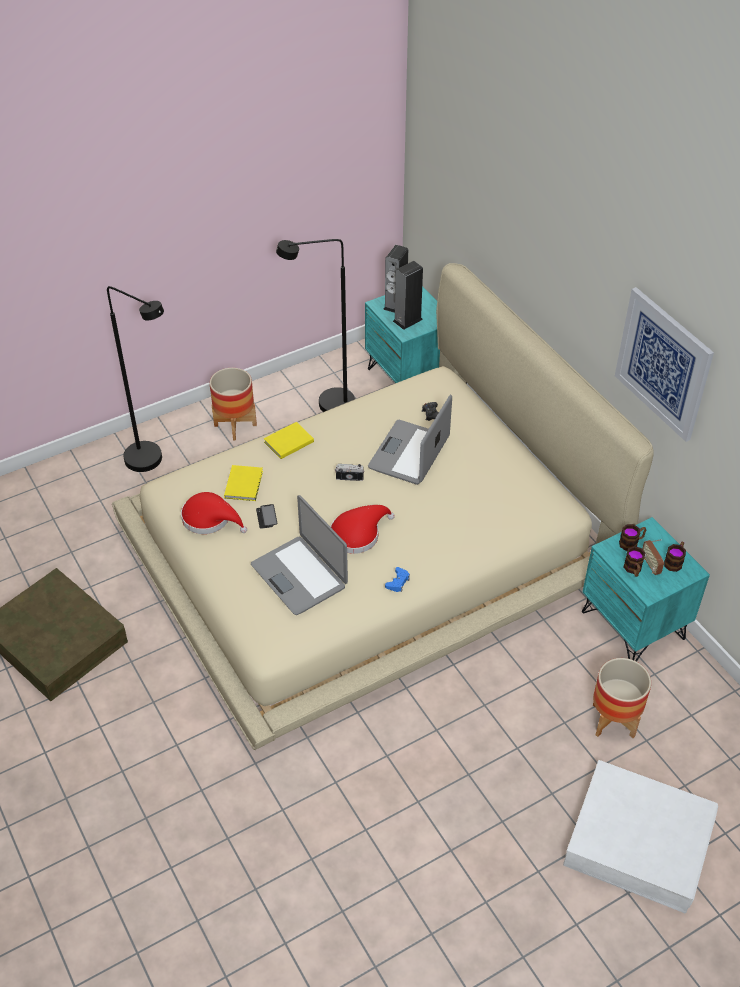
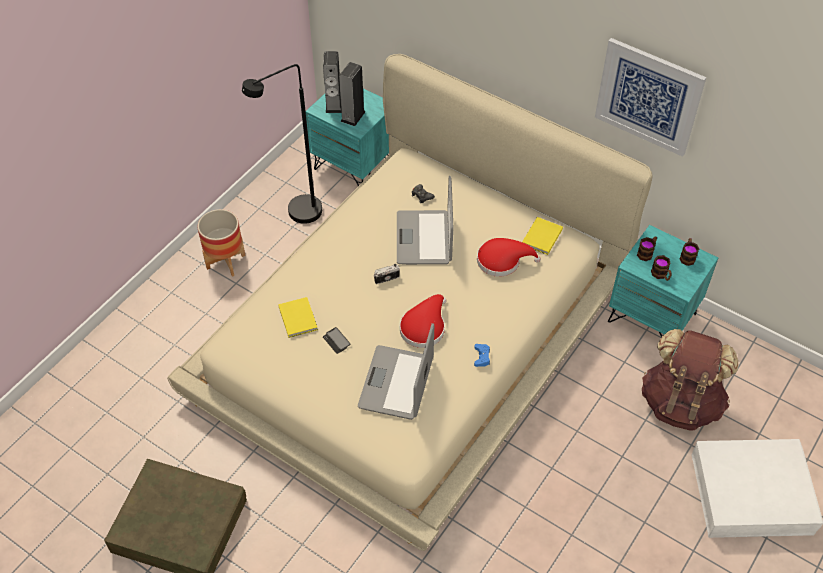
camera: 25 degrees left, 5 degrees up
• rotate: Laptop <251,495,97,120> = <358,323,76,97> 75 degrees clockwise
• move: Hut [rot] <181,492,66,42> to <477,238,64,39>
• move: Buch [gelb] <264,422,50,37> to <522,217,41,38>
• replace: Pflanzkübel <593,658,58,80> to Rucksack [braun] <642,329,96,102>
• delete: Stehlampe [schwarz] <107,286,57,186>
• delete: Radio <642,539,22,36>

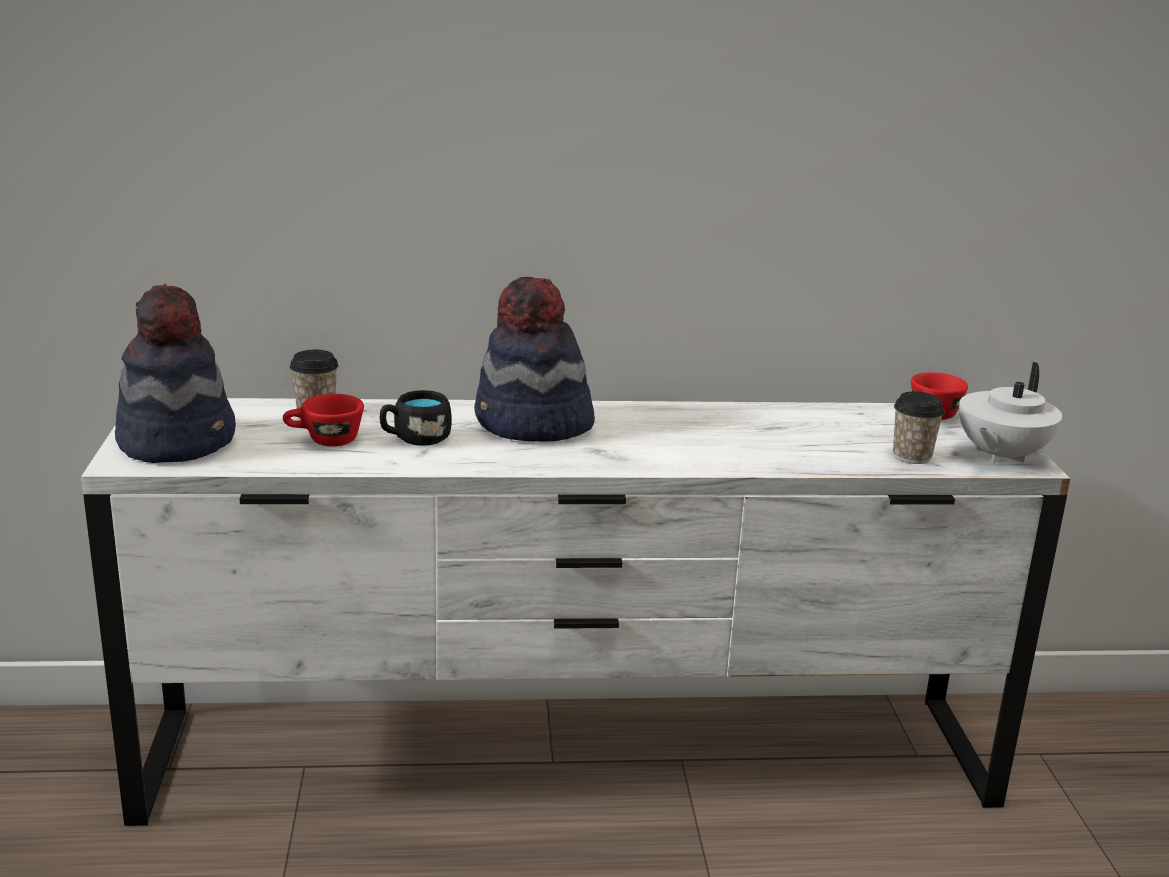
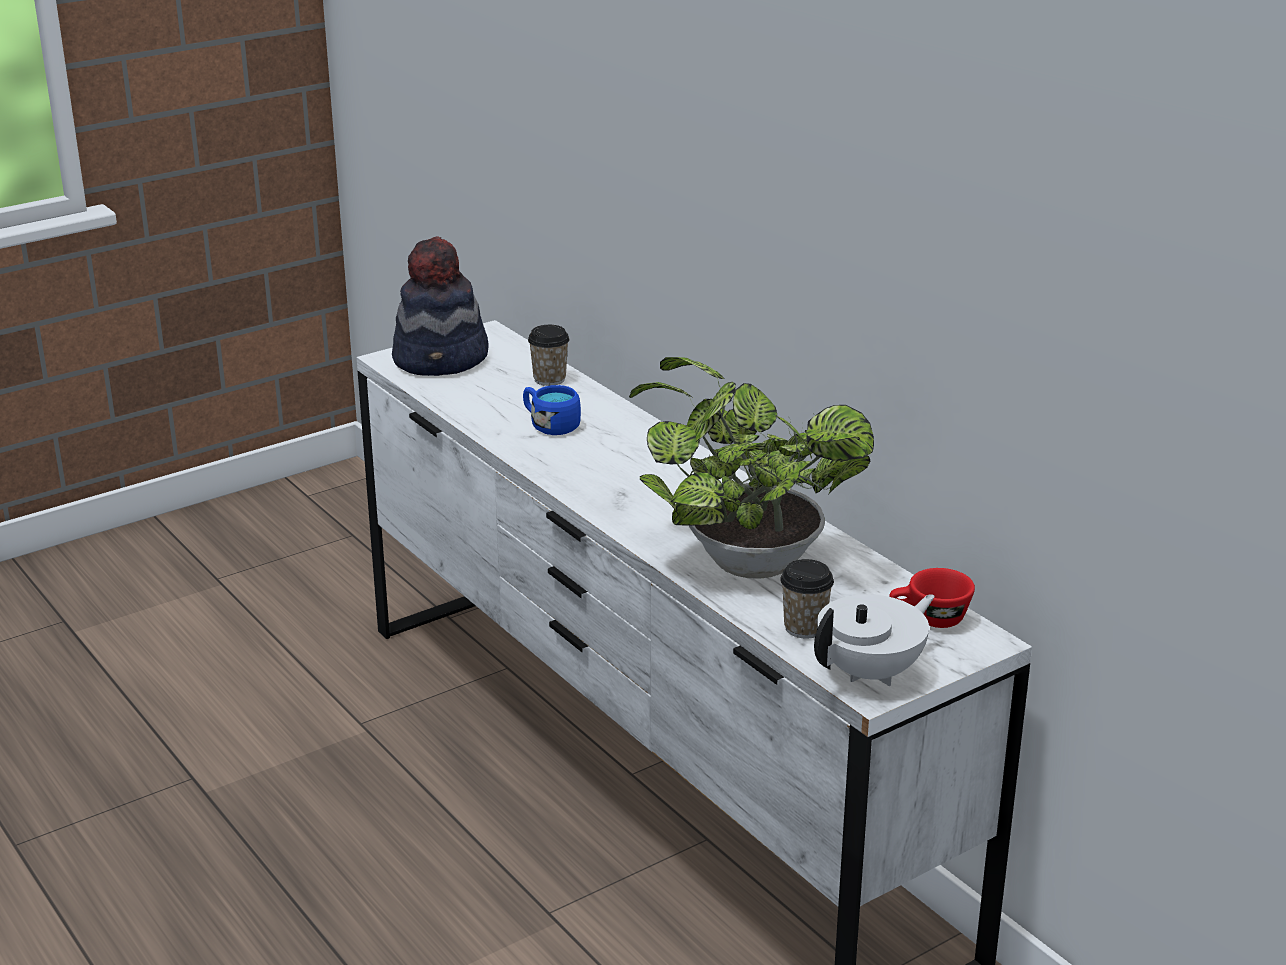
camera: 60 degrees right, 5 degrees up
• recolor: Henkelbecher [schwarz] <380,390,72,56> to Henkelbecher [blau] <523,385,58,50>
• insert: Topfpflanze <629,357,245,222>
• rotate: Teekanne [weiß] <959,362,103,102> = <814,594,121,92> 135 degrees clockwise
• delete: Tasse [rot] <283,394,81,52>
• delete: Hut <474,277,121,165>

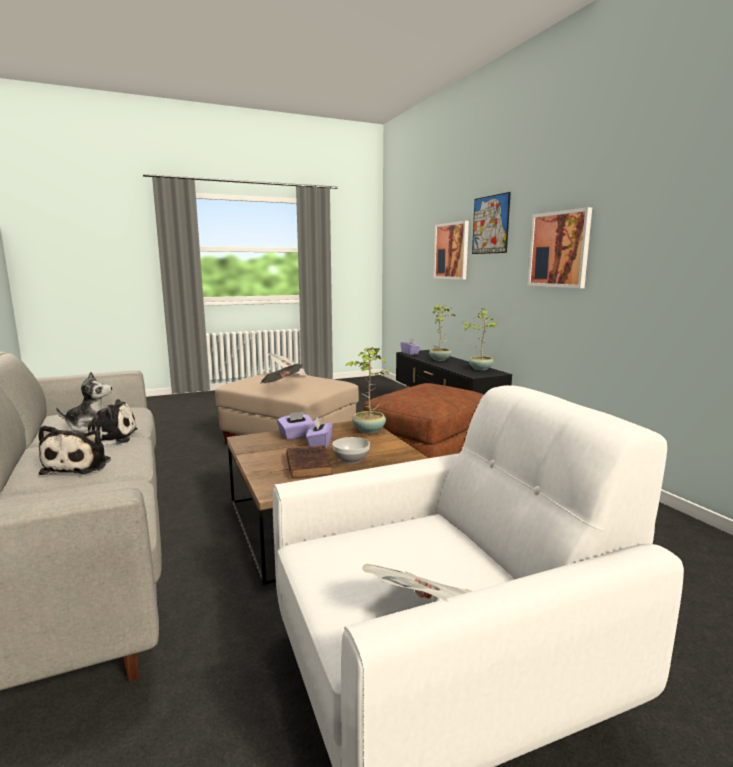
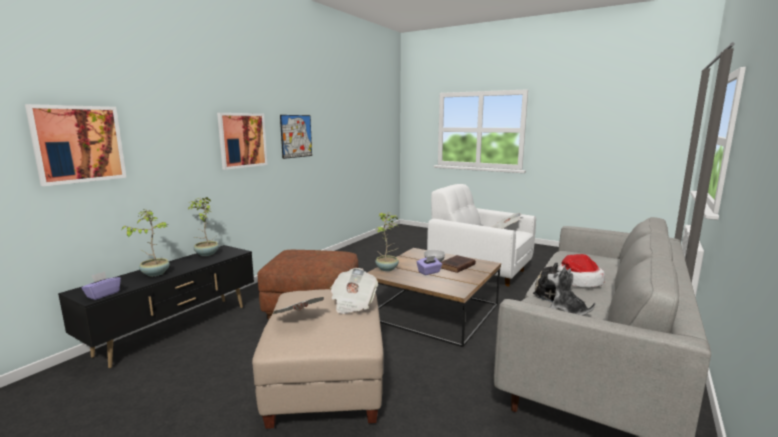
camera: 125 degrees left, 0 degrees up
• move: Bild <472,192,39,62> to <280,115,32,44>
• replace: Plüschtier <38,425,73,50> to Hut <558,254,47,34>
• delete: Taschentuchbox [lila] <277,411,38,29>

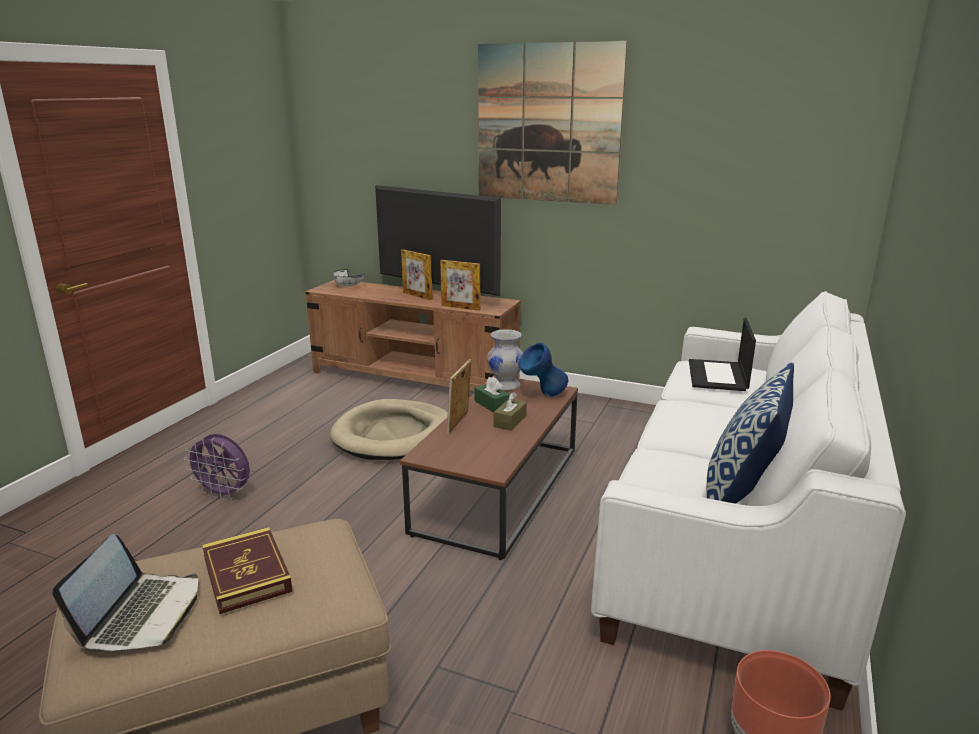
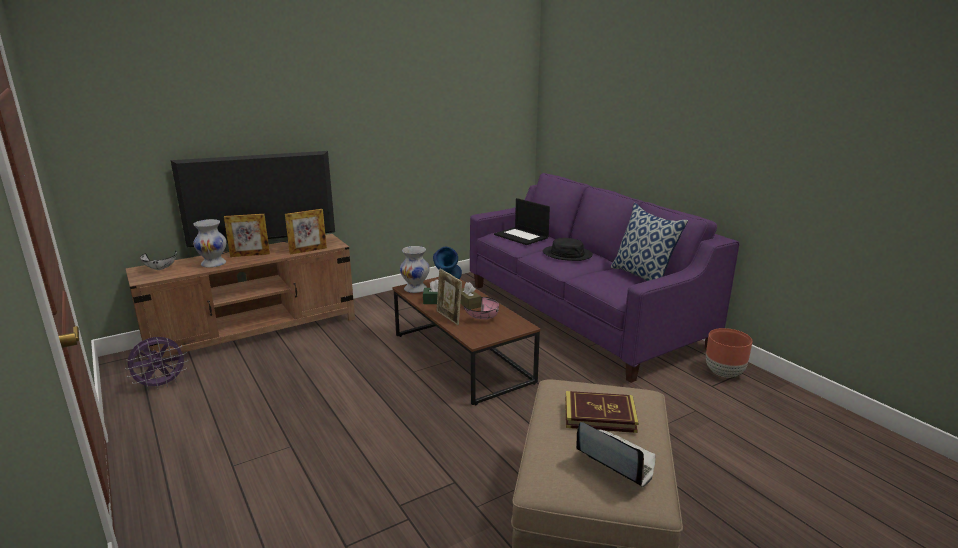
camera: 55 degrees left, 0 degrees up
• move: Ventilator [lila] <184,434,66,66> to <125,337,63,53>
• insert: Vase [weiß] <193,219,34,49>
• insert: Schüssel [rosa] <464,297,35,22>
• recolor: Sofa [weiß] <591,291,315,419> to Sofa [lila] <470,173,270,210>
• insert: Hut [schwarz] <543,238,50,23>
• delete: Hundebett [beige] <330,399,118,61>
• delete: Bild <478,41,149,164>

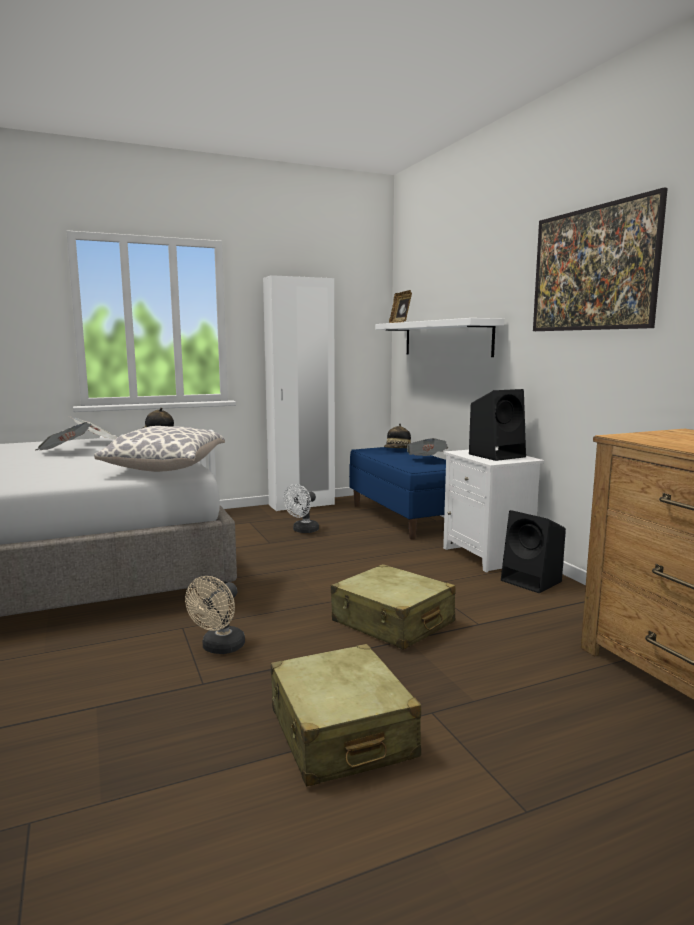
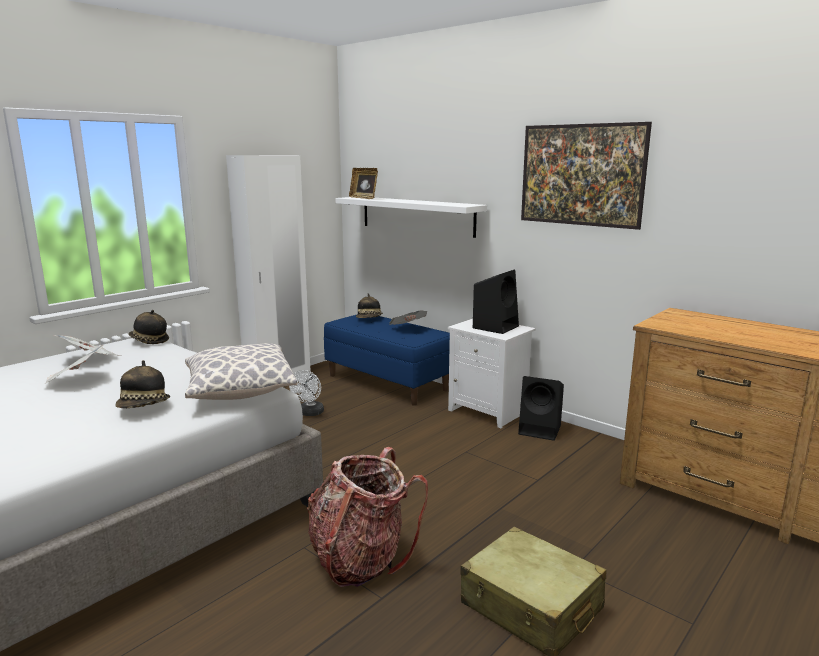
camera: 25 degrees left, 5 degrees up
• insert: Hut <115,360,55,48>
• replace: Ventilator [beige] <185,576,60,78> to Rucksack <307,447,121,140>
• delete: Koffer [beige] <331,564,124,86>

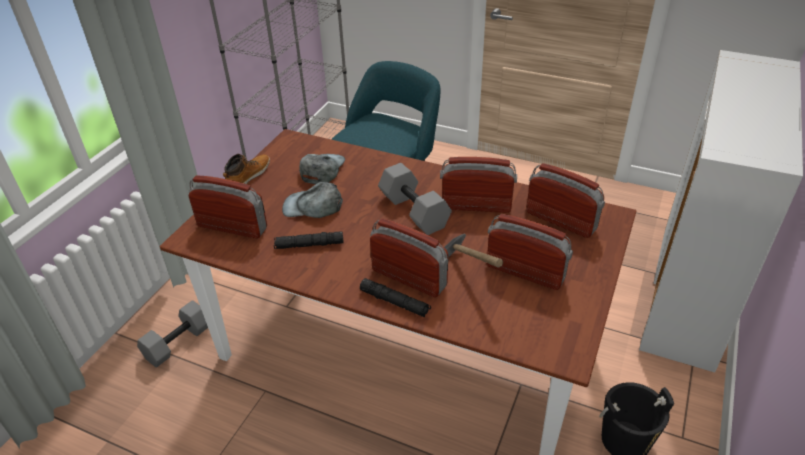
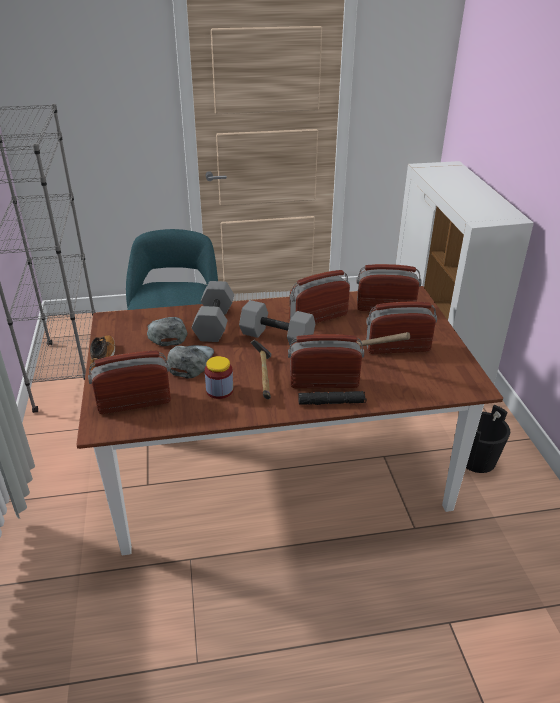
camera: 35 degrees left, 5 degrees down
• rotate: Kappe [grau] <282,182,61,36> = <167,345,47,34> 135 degrees clockwise
• move: Hantel [grau] <137,300,71,68> to <192,281,42,61>
• replace: Taschenlampe [schwarz] <274,231,70,18> to Vorratsglas <205,356,28,43>
• insert: Hammer <251,340,20,59>

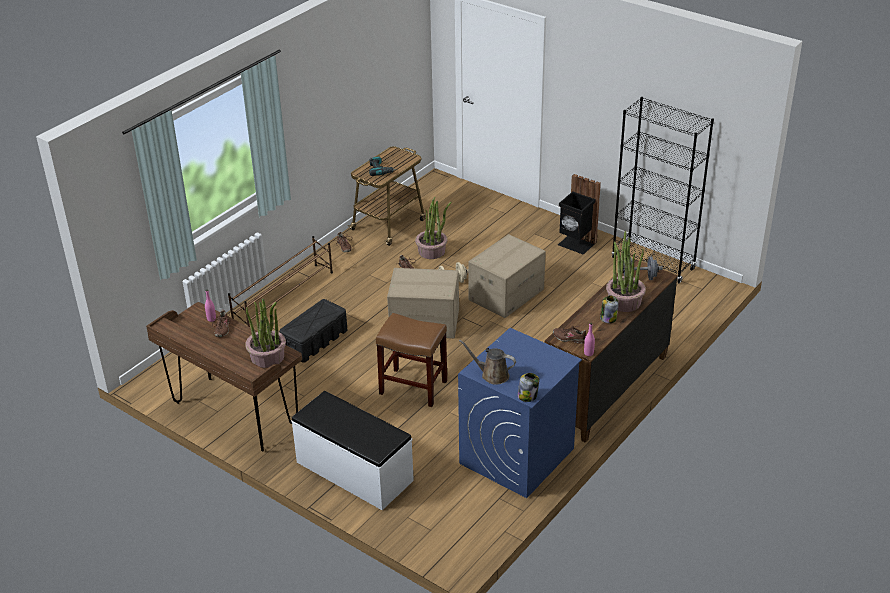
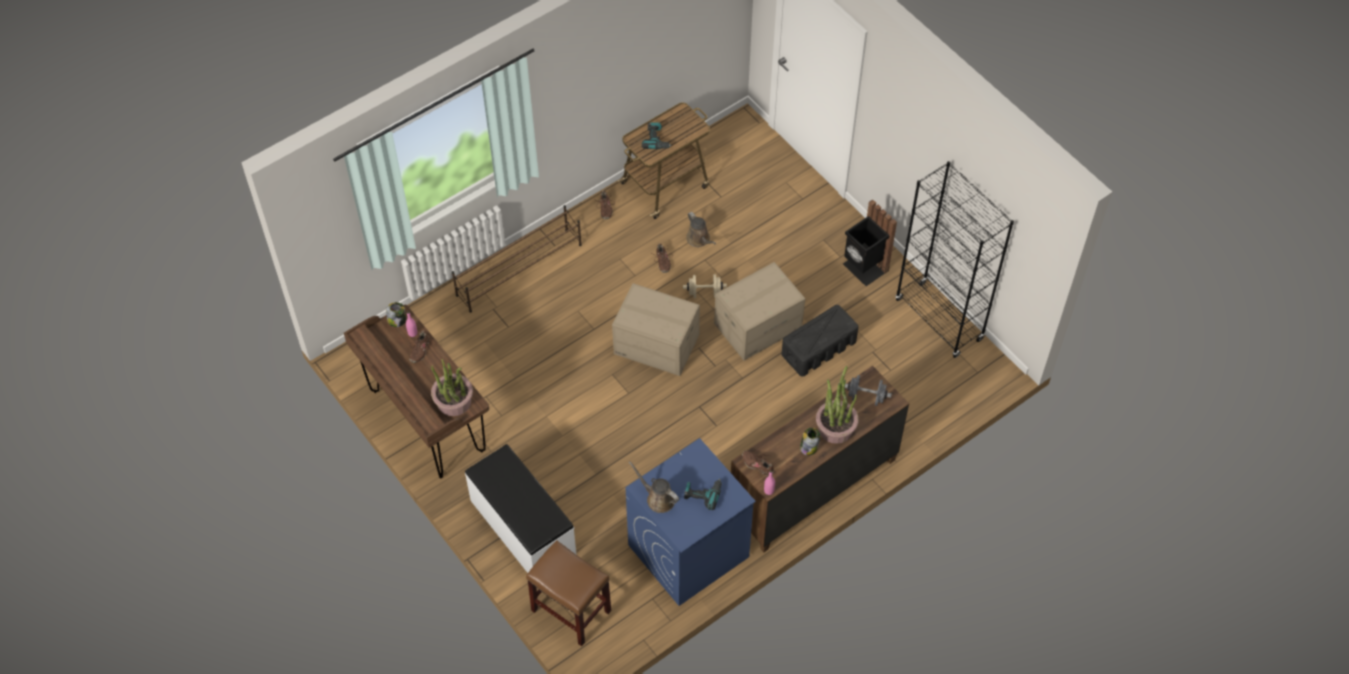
camera: 15 degrees right, 20 degrees up
• move: Vorratsglas <518,373,21,29> to <386,302,20,25>
• move: Hocker [braun] <376,313,71,94> to <526,540,85,106>
• insert: Bohrmaschine <684,479,38,31>
• replace: Topfpflanze <415,197,37,62> to Gießkanne [braun] <686,212,30,35>
• move: Aufbewahrungsbox [schwarz] <279,299,68,64> to <781,305,77,72>

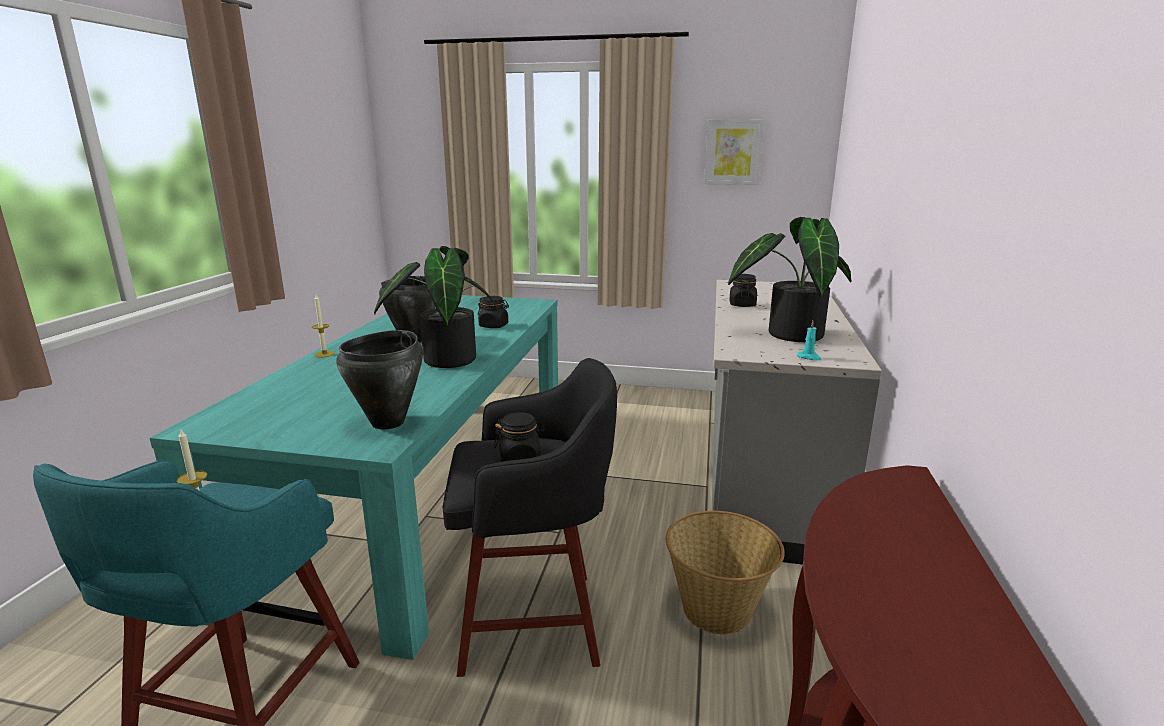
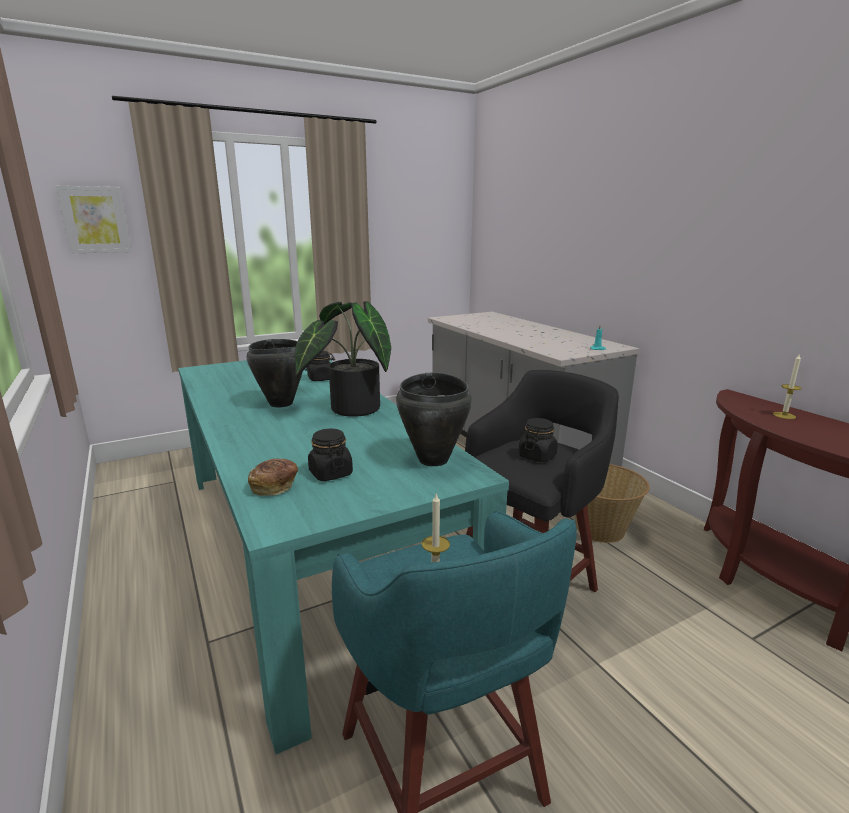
camera: 40 degrees left, 0 degrees up
• move: Bild <704,119,60,66> to <56,186,76,67>
• insert: Brot <248,459,50,37>
• move: Vorratsglas [schwarz] <729,274,28,33> to <308,428,45,53>
• move: Kerze <312,295,23,63> to <773,353,28,66>
• delete: Topfpflanze <728,217,123,125>

